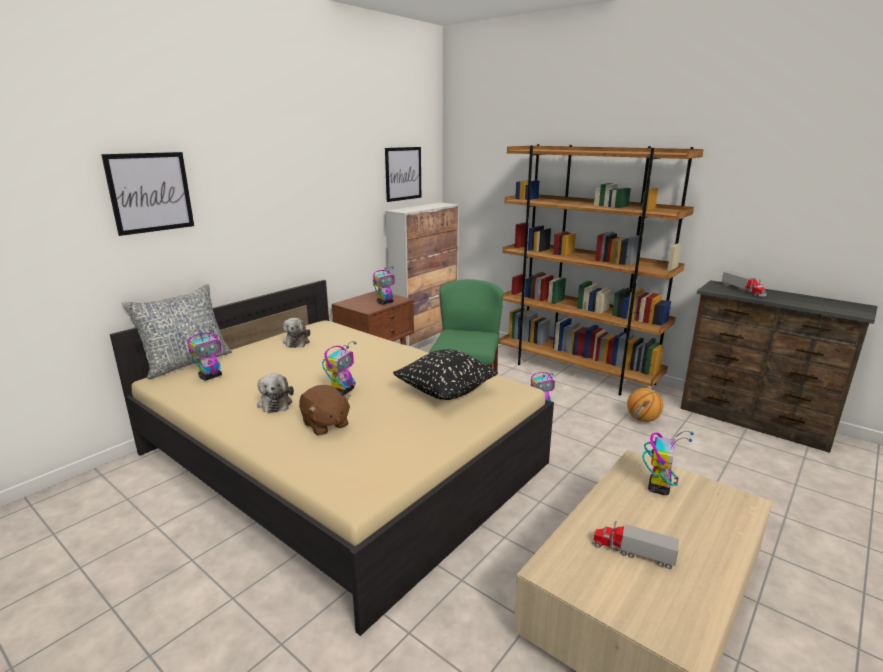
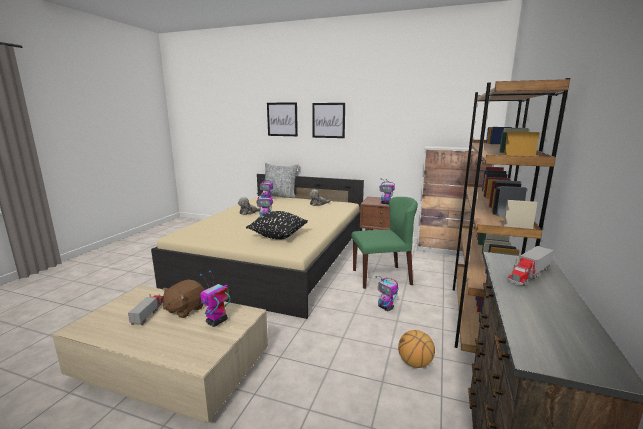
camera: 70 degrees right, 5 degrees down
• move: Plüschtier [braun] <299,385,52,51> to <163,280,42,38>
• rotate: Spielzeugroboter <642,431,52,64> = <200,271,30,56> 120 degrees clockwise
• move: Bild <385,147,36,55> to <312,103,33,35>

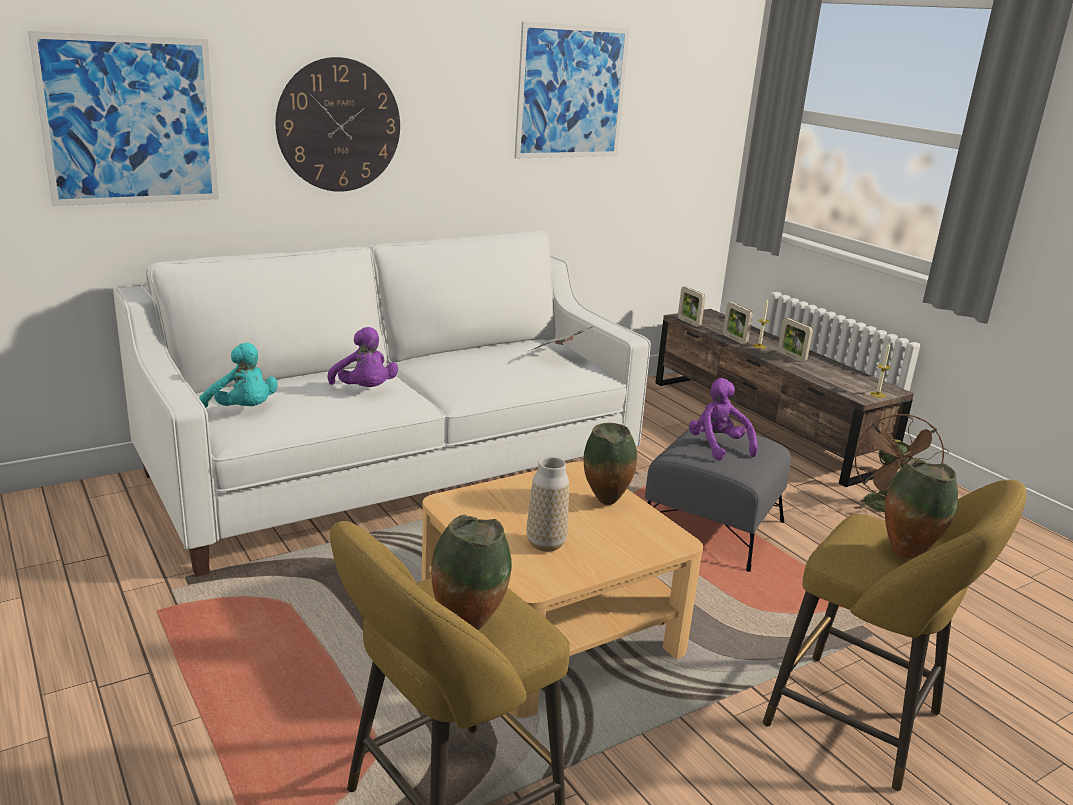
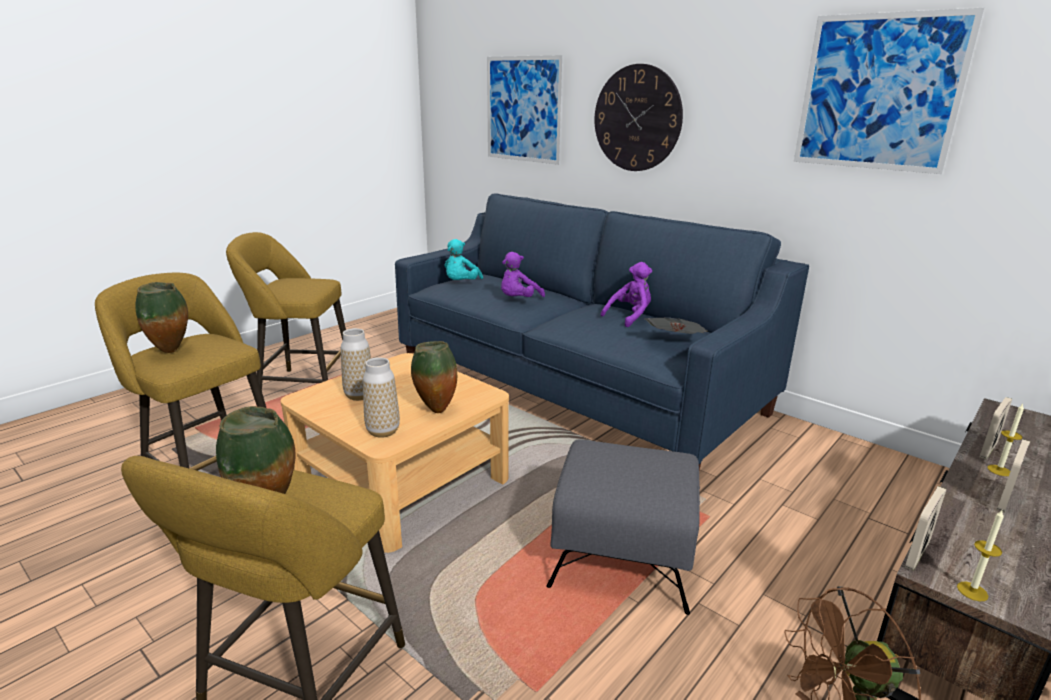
camera: 75 degrees right, 0 degrees up
• insert: Hocker [gelb] <226,232,120,158>
• insert: Vase <363,357,37,81>
• recolor: Sofa [weiß] <113,231,538,346> to Sofa [blau] <395,193,414,277>
• move: Plüschtier [lila] <689,378,69,82> to <601,262,51,65>
• move: Bilderrahmen <678,287,27,40> to <905,486,41,85>

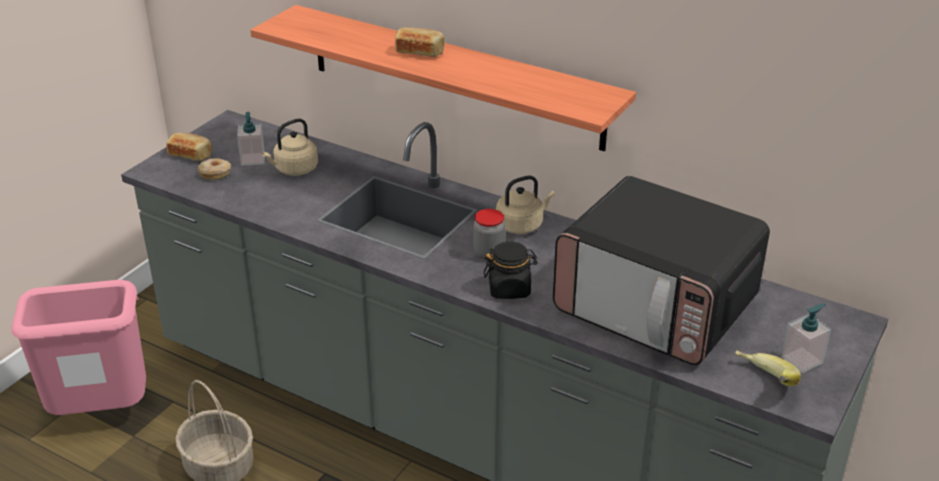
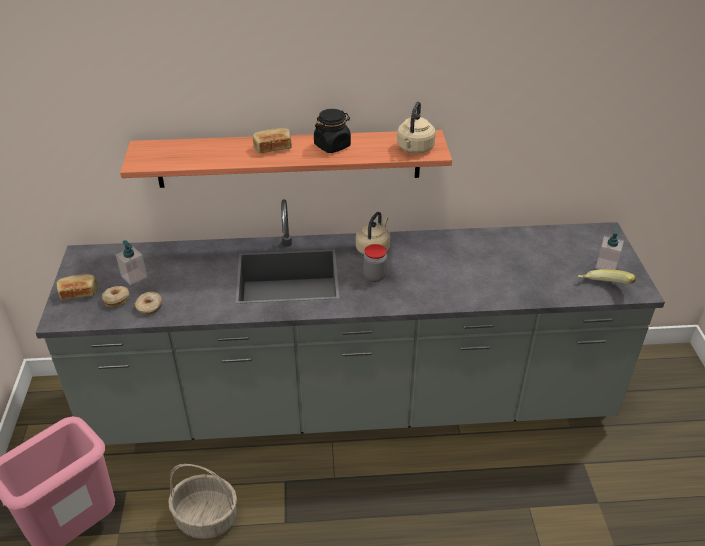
camera: 35 degrees left, 5 degrees up
• insert: Donut <135,292,27,23>
• move: Vorratsglas [schwarz] <484,241,54,58> to <314,109,37,44>
• move: Wasserkessel [beige] <261,119,57,57> to <397,101,39,53>
• delete: Mikrowelle <553,176,217,189>

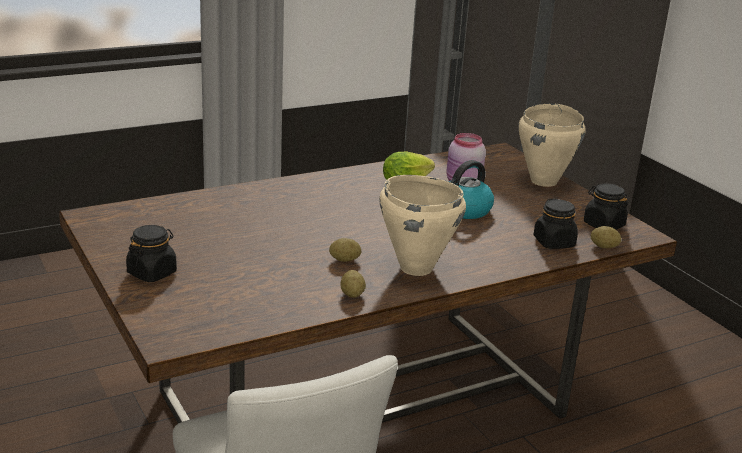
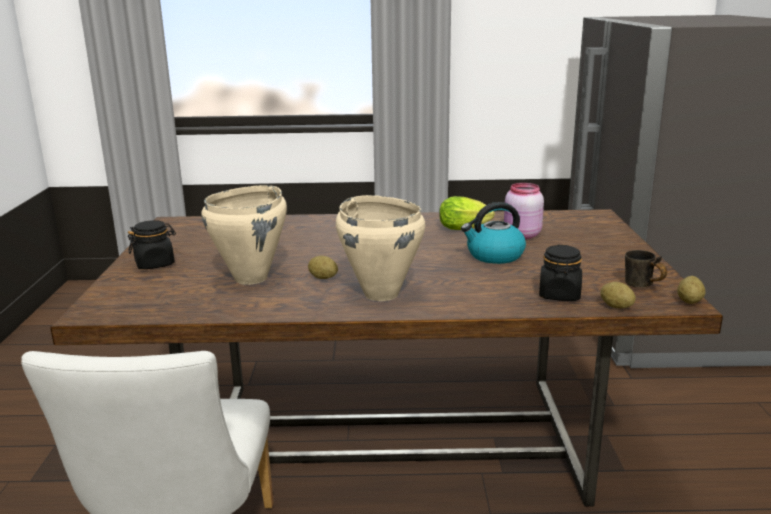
camera: 30 degrees right, 5 degrees down
• move: Kochtopf [beige] <519,103,67,84> to <202,185,85,100>
• replace: Vorratsglas [schwarz] <584,183,44,47> to Henkelbecher [grau] <625,250,42,37>
• move: Kartoffel <340,270,26,28> to <677,276,29,28>

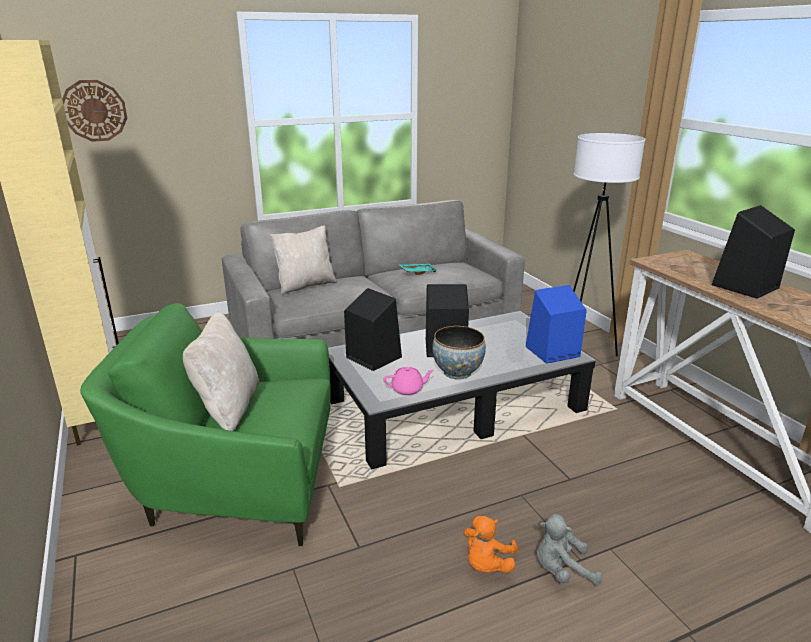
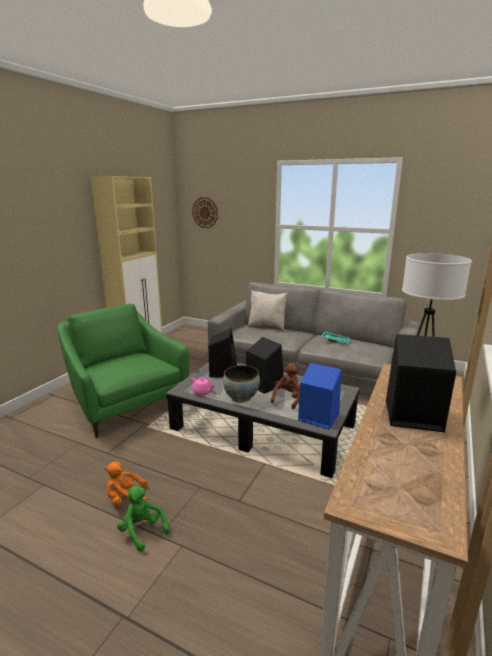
camera: 50 degrees right, 5 degrees down
• recolor: Plüschtier [grau] <537,514,65,71> to Plüschtier [grün] <117,486,52,66>
• insert: Plüschtier [braun] <271,363,29,46>
• delete: Kissen [beige] <183,311,77,120>

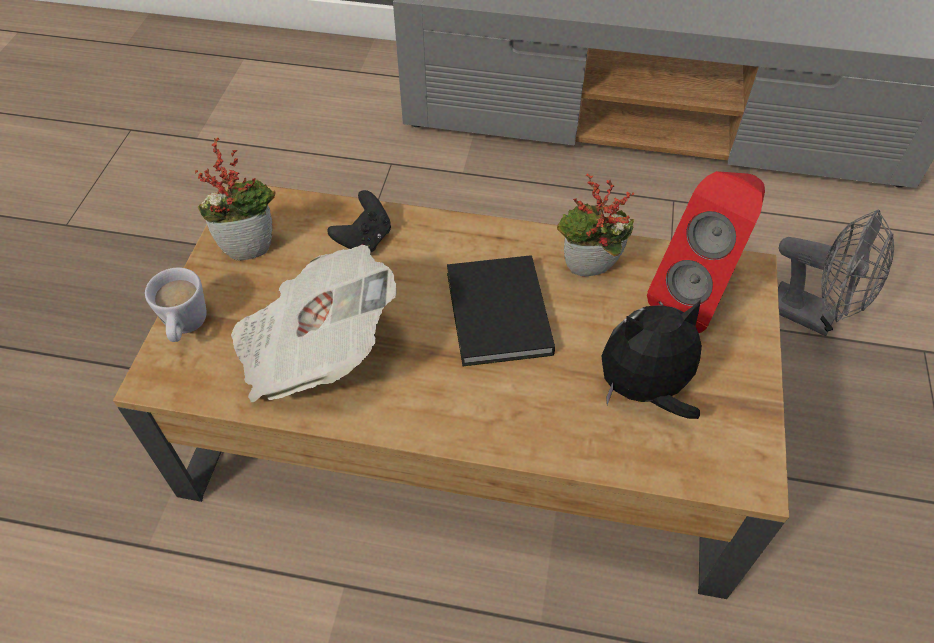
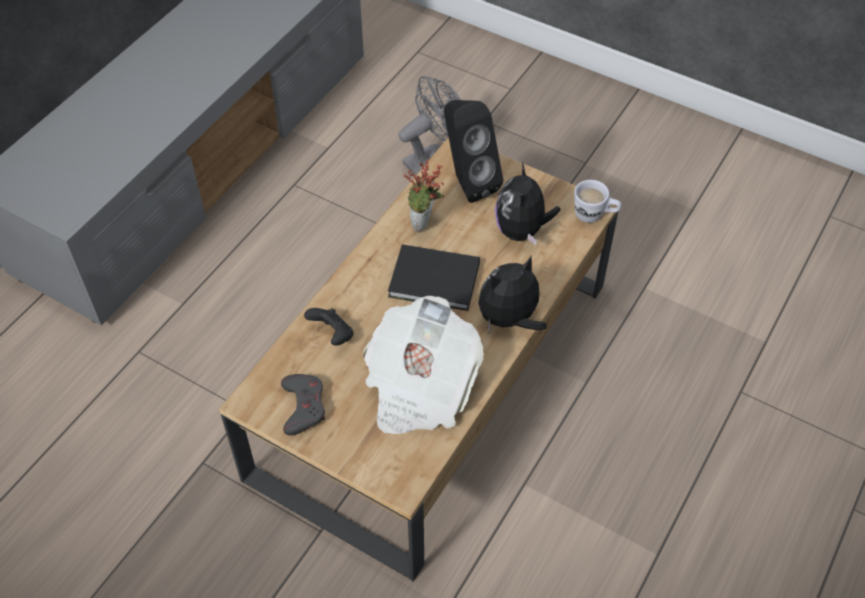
camera: 70 degrees left, 0 degrees up
• replace: Topfpflanze <195,137,81,124> to Gamepad [grau] <281,374,44,62>
• recolor: Lautsprecher [rot] <647,171,118,162> to Lautsprecher [schwarz] <444,100,59,103>
• insert: Plüschtier <478,256,69,75>
• move: Henkelbecher [weiß] <145,267,61,75> to <574,180,47,43>

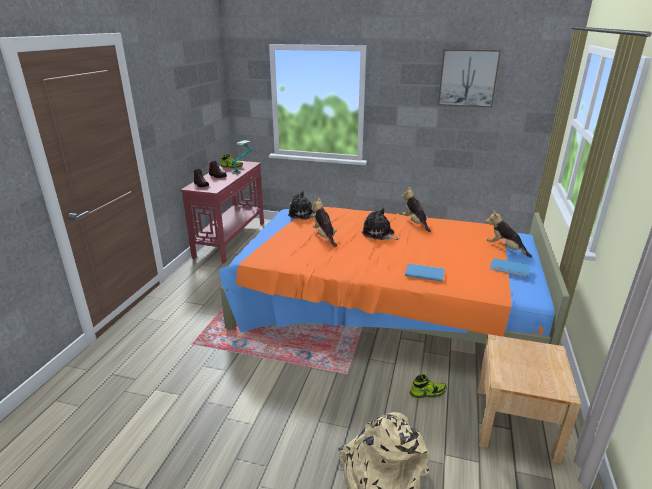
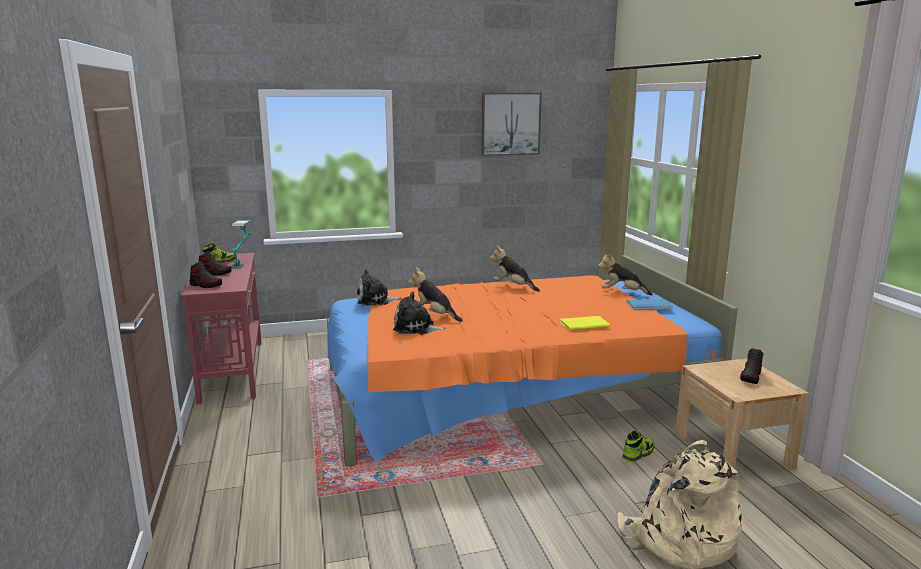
camera: 30 degrees left, 10 degrees down
• move: Plüschtier <362,208,37,32> to <393,292,54,43>
• recolor: Buch [blau] <405,263,40,19> to Buch [gelb] <560,316,50,14>
• insert: Schuh <740,348,23,36>

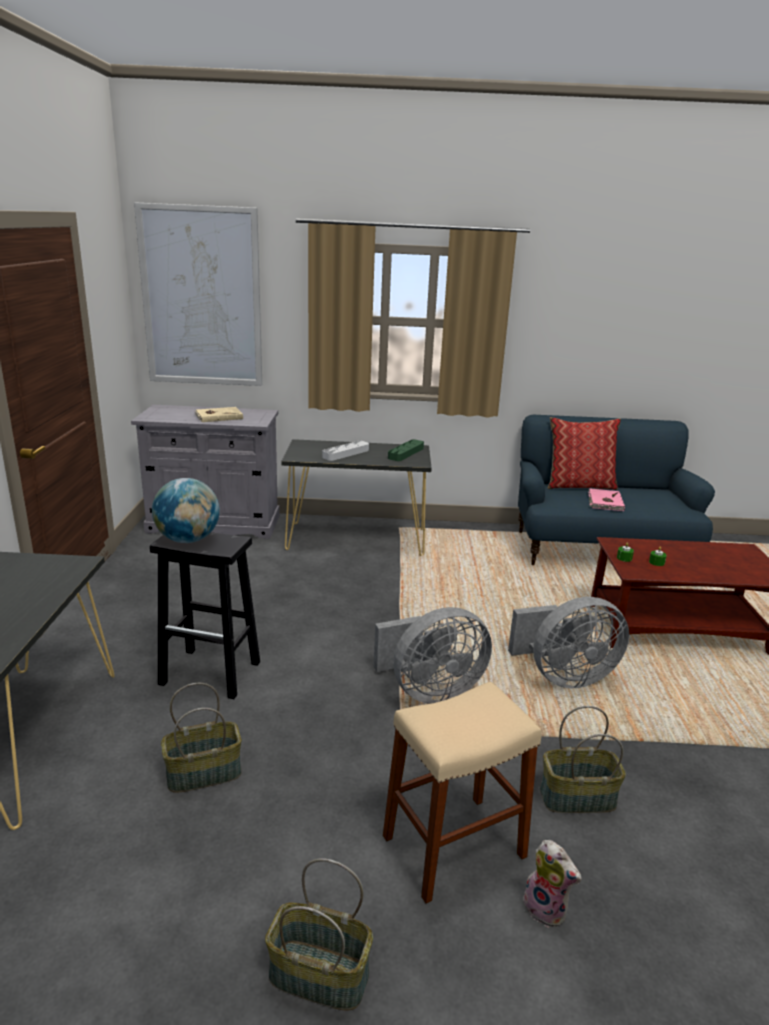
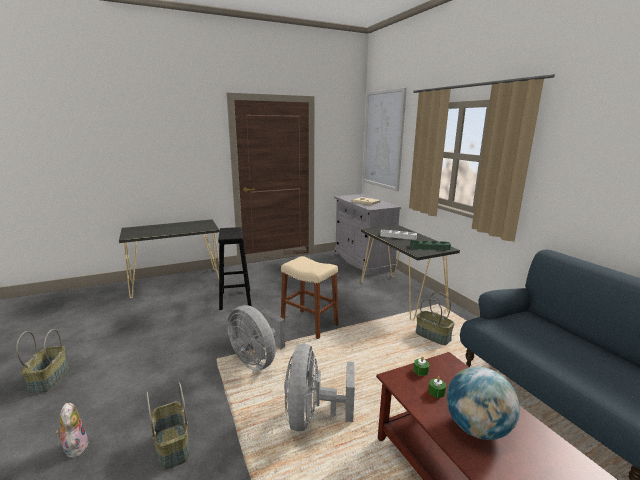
camera: 65 degrees right, 5 degrees down
• rotate: Plüschtier <521,840,60,88> = <55,403,34,55> 135 degrees clockwise
• move: Hocker [beige] <383,681,159,223> to <281,256,57,83>
• rotate: Ventilator [grau] <508,597,121,91> = <284,344,71,87> 45 degrees clockwise
• move: Korb <161,683,80,110> to <416,292,39,53>
• move: Globus <152,478,68,65> to <447,367,73,73>
• delete: Kissen <548,417,73,73>
• delete: Buch [rosa] <588,488,37,23>

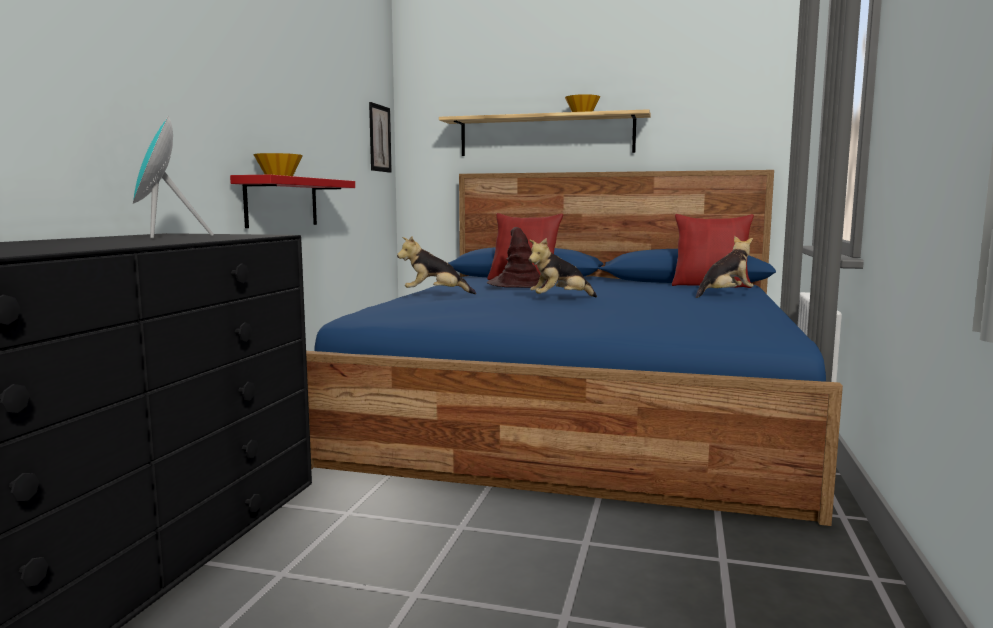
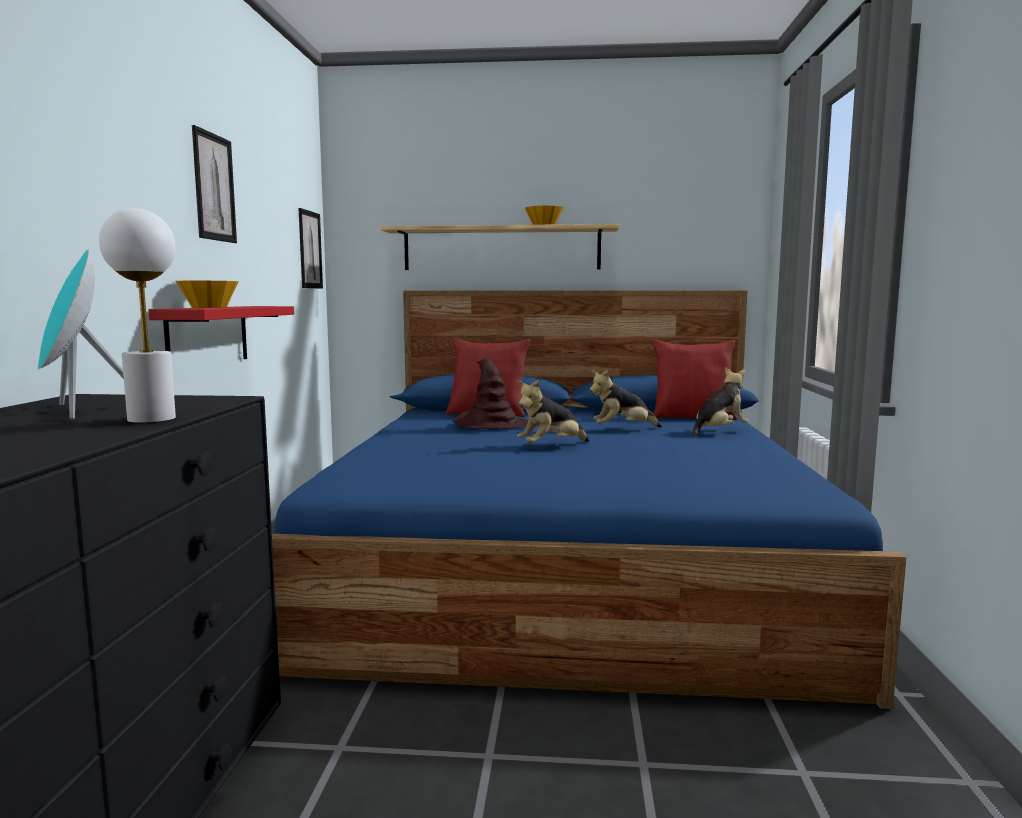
camera: 10 degrees left, 0 degrees up
• insert: Tischlampe [weiß] <99,208,77,215>
• insert: Bild <192,125,45,118>
• move: Plüschtier <397,236,79,58> to <589,370,73,58>

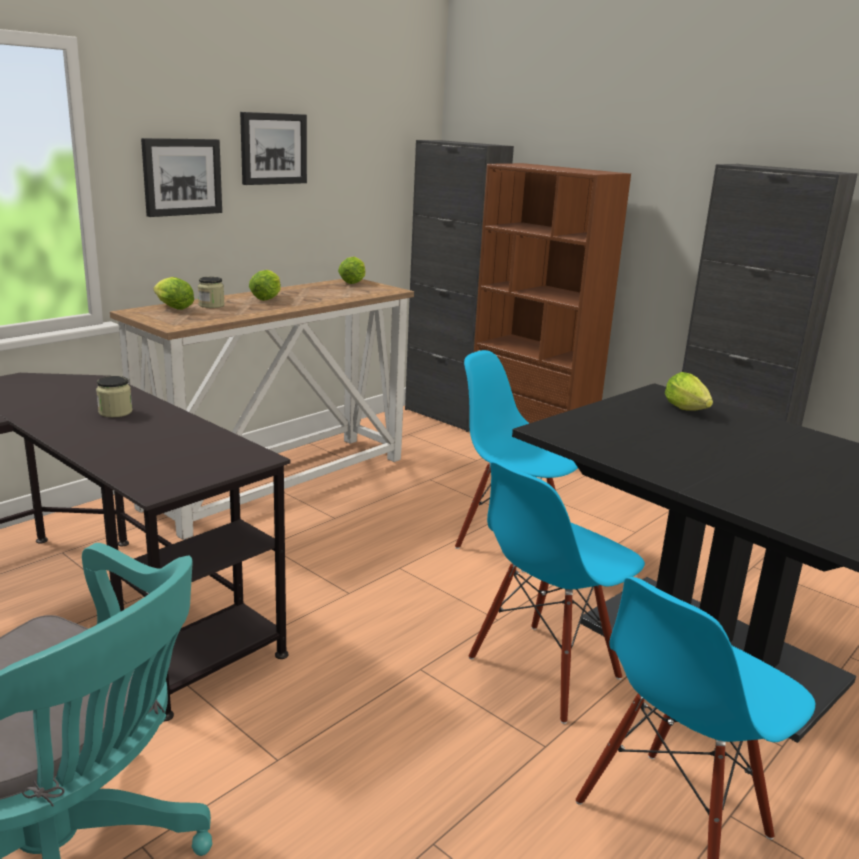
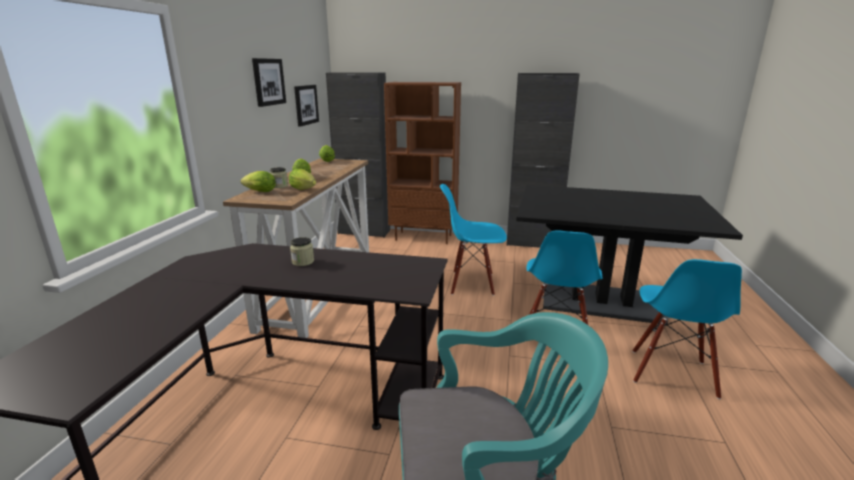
camera: 30 degrees left, 0 degrees up
• move: Salatkopf <665,372,48,39> to <289,168,27,22>
• move: Bild <141,138,81,79> to <294,85,25,42>

